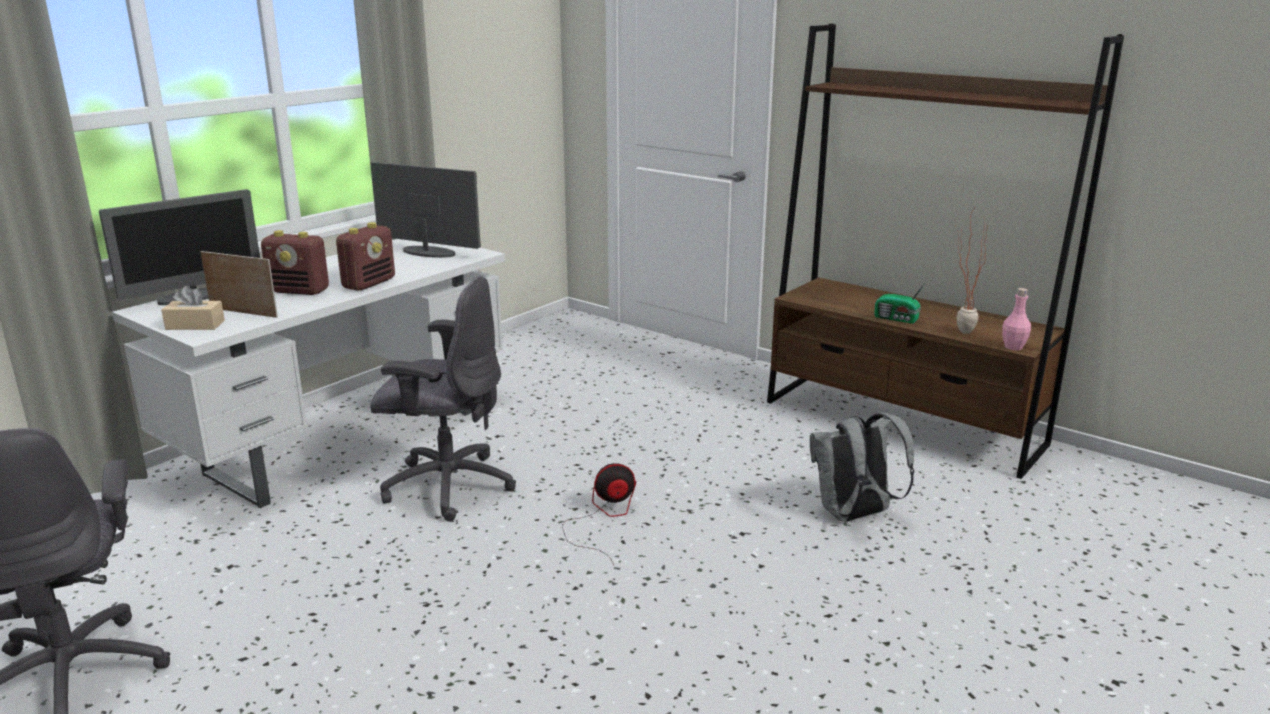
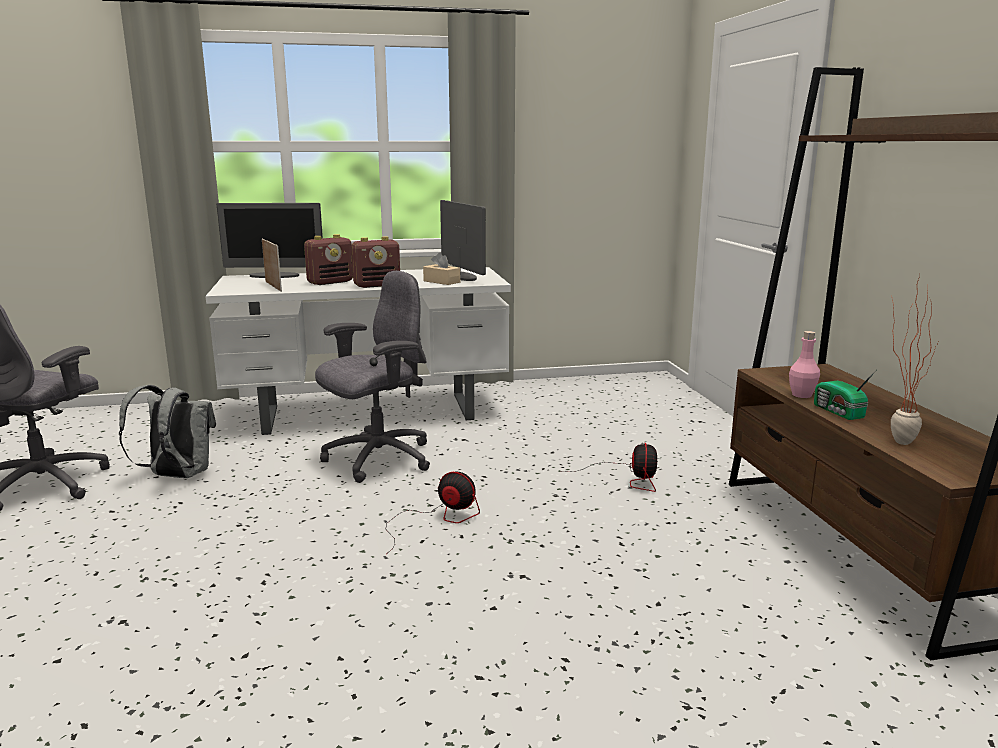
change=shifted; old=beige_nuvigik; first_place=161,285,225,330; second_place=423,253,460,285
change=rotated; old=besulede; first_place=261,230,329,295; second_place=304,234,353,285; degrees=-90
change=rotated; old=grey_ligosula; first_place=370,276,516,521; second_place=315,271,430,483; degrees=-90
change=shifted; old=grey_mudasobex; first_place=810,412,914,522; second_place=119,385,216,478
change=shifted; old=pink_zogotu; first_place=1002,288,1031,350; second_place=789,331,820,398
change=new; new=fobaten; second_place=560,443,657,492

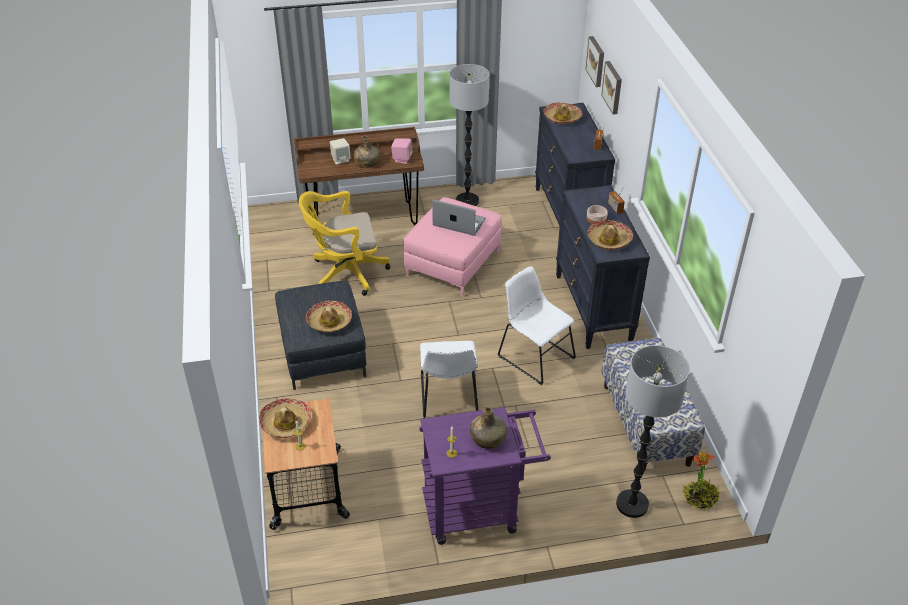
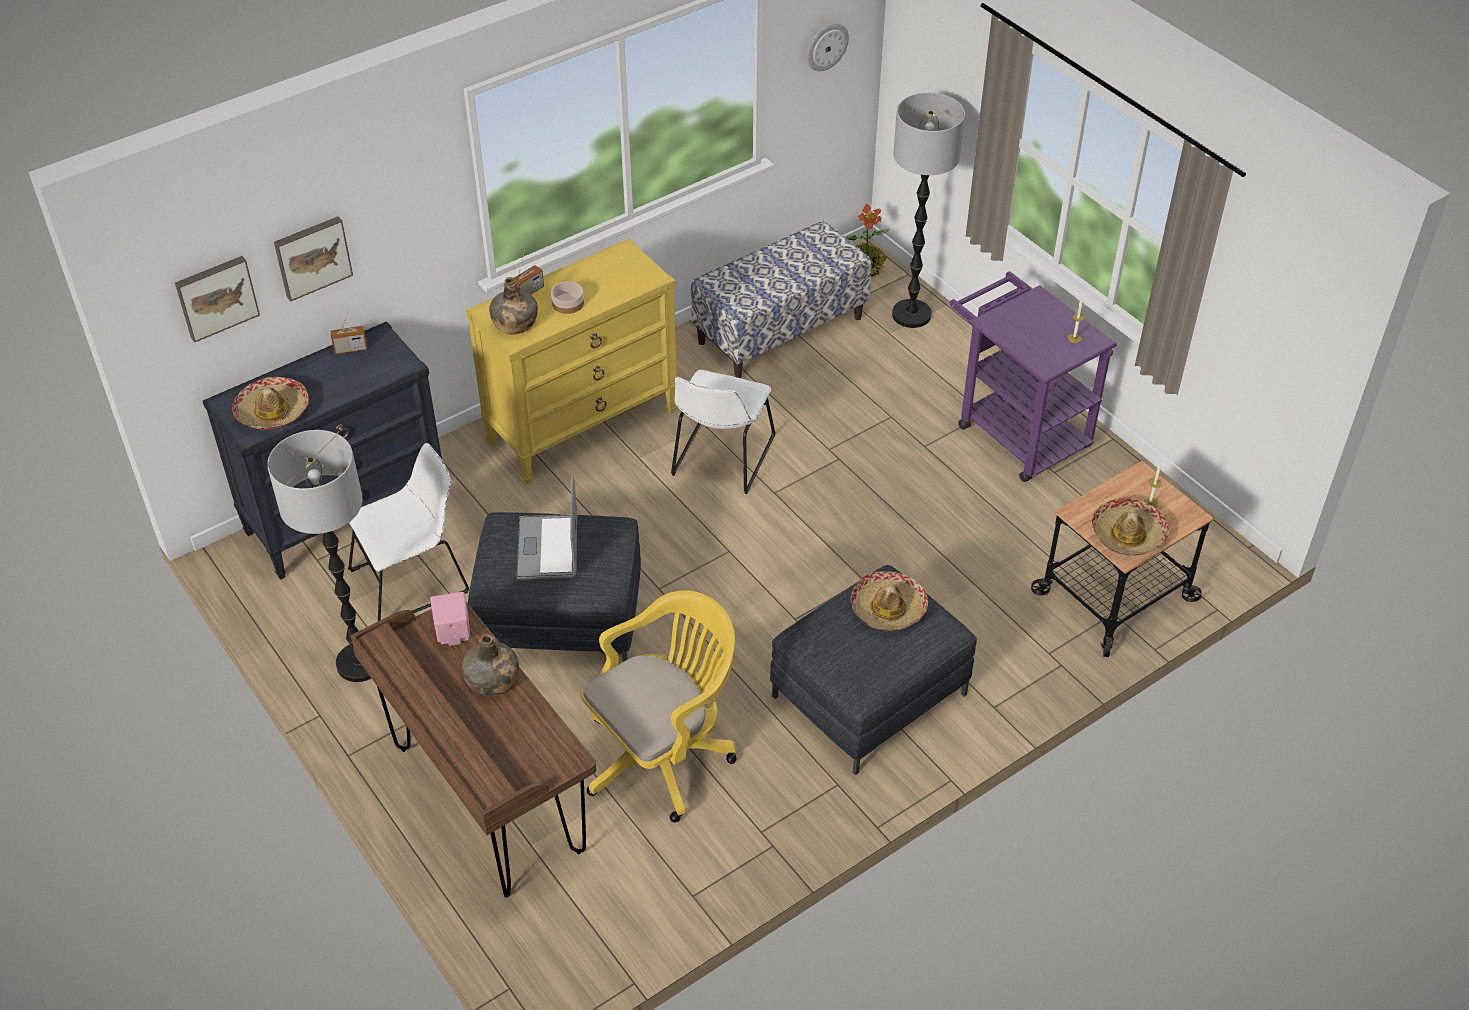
change=rotated; old=yellow_ligosula; first_place=299,191,390,296; second_place=581,590,737,823; degrees=-90
change=gone; old=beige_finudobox; first_place=330,138,351,165
change=repainted; old=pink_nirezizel; new=grey_nirezizel; first_place=403,197,501,297; second_place=468,512,641,662
change=shifted; old=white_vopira; first_place=420,341,479,418; second_place=348,443,469,621
change=shifted; old=green_zogotu; first_place=470,407,507,449; second_place=489,277,538,334
change=repainted; old=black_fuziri; new=yellow_fuziri; first_place=556,185,650,349; second_place=466,238,677,484
change=gone; old=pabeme; first_place=587,220,633,250
change=new; new=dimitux; second_place=807,23,849,71

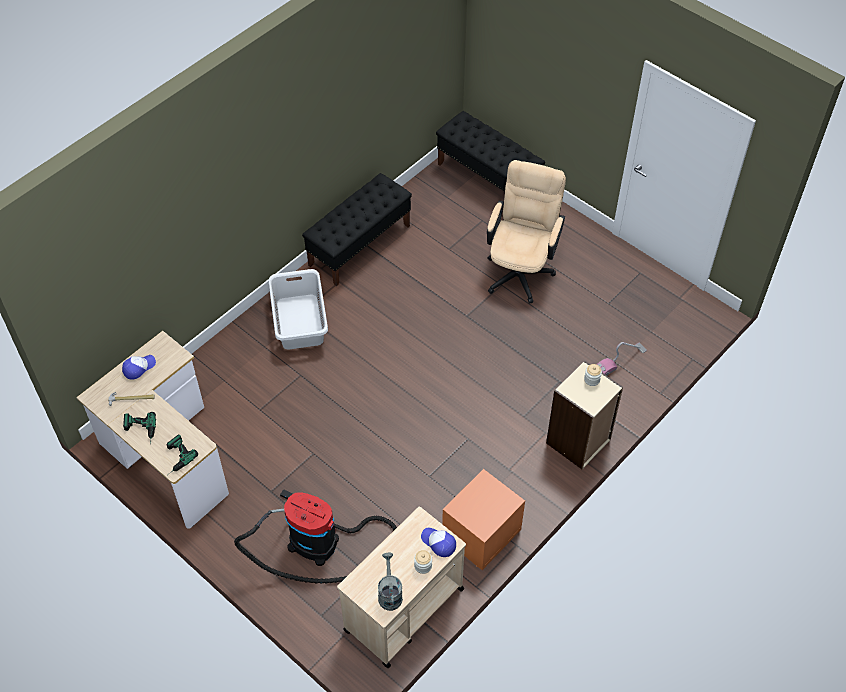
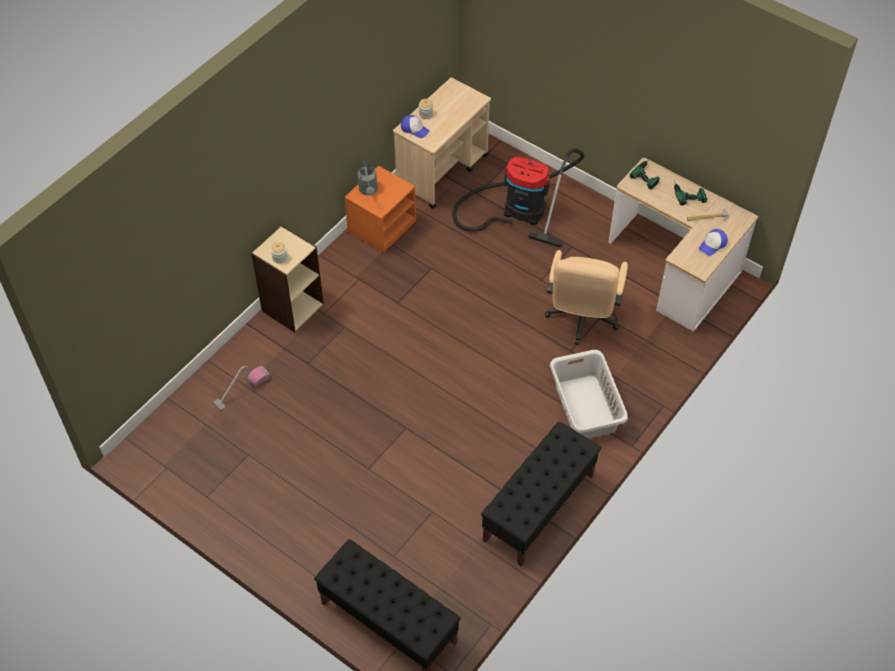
change=shifted; old=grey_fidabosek; first_place=378,553,403,611; second_place=357,161,378,195
change=shifted; old=beige_ligosula; first_place=487,160,566,304; second_place=545,250,628,345

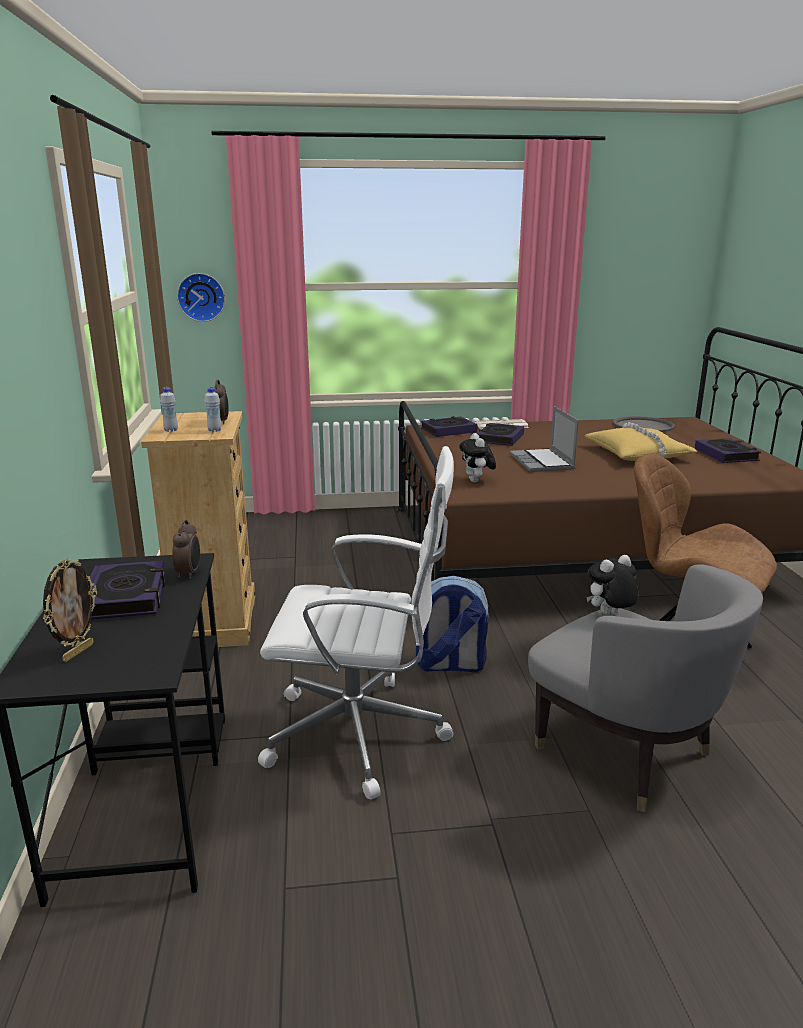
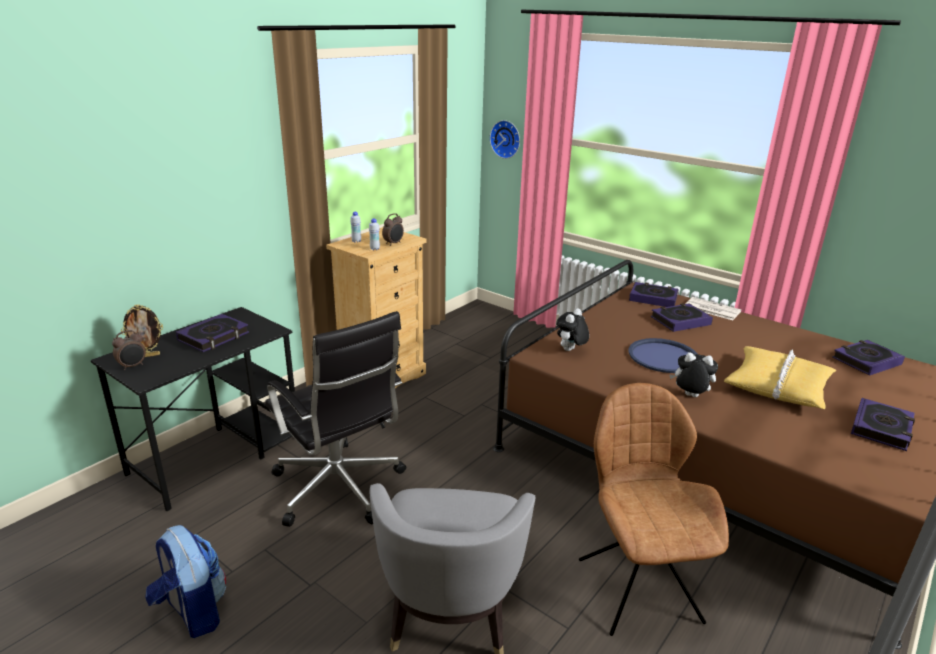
change=shifted; old=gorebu; first_place=172,520,200,579; second_place=112,330,146,370
change=repainted; old=white_ligosula; new=black_ligosula; first_place=258,446,454,799; second_place=265,311,406,527
change=shifted; old=mudasobex; first_place=416,576,489,672; second_place=145,525,226,638
change=swapped; old=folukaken; new=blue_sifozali; first_place=510,406,579,472; second_place=629,338,697,373
change=shifted; old=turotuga; first_place=586,555,639,615; second_place=669,352,718,397
change=swapped; old=grey_sifozali; new=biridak; first_place=613,416,675,432; second_place=832,340,905,376

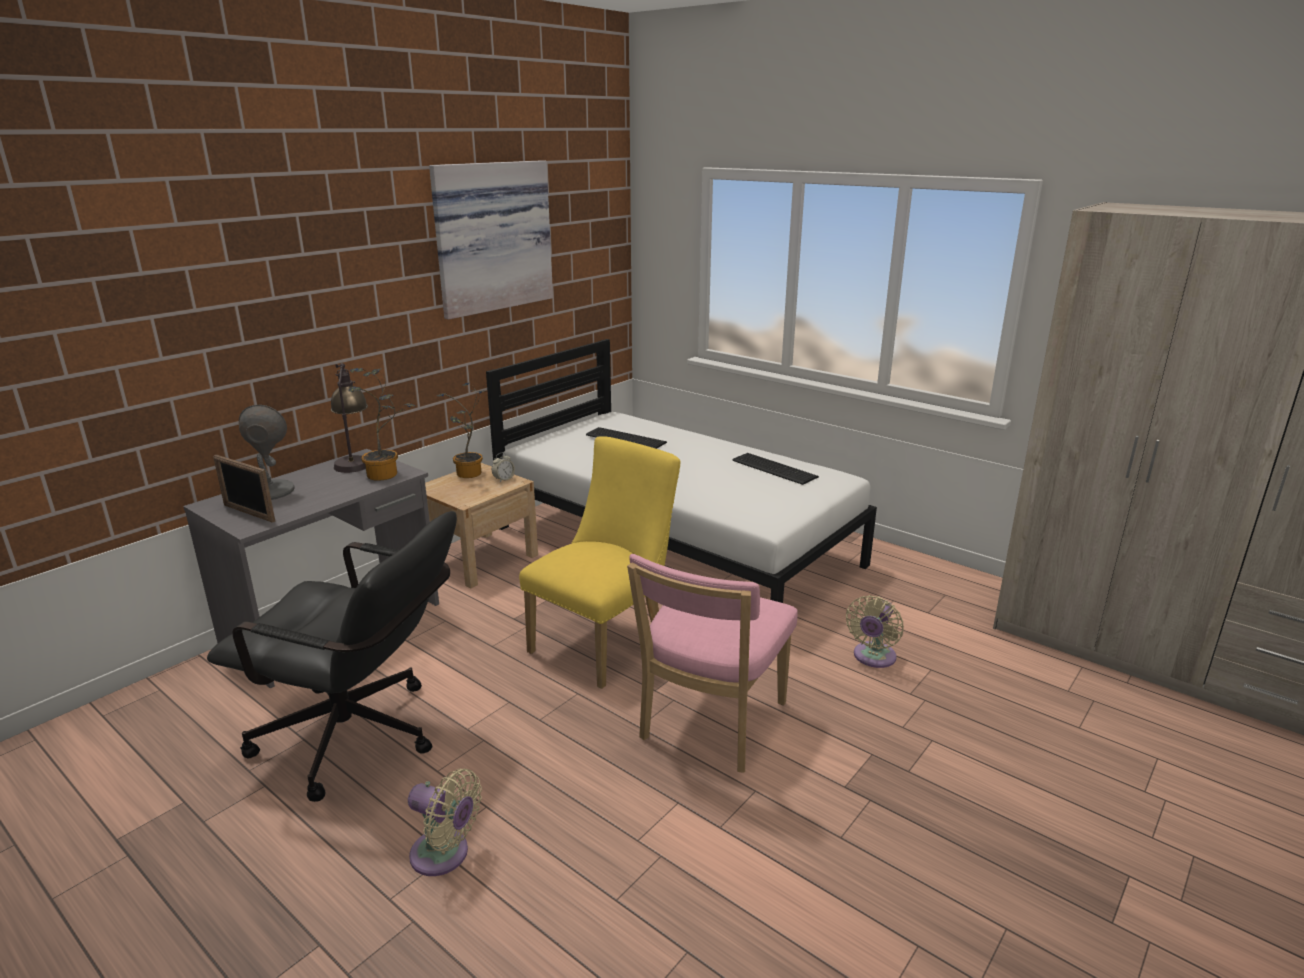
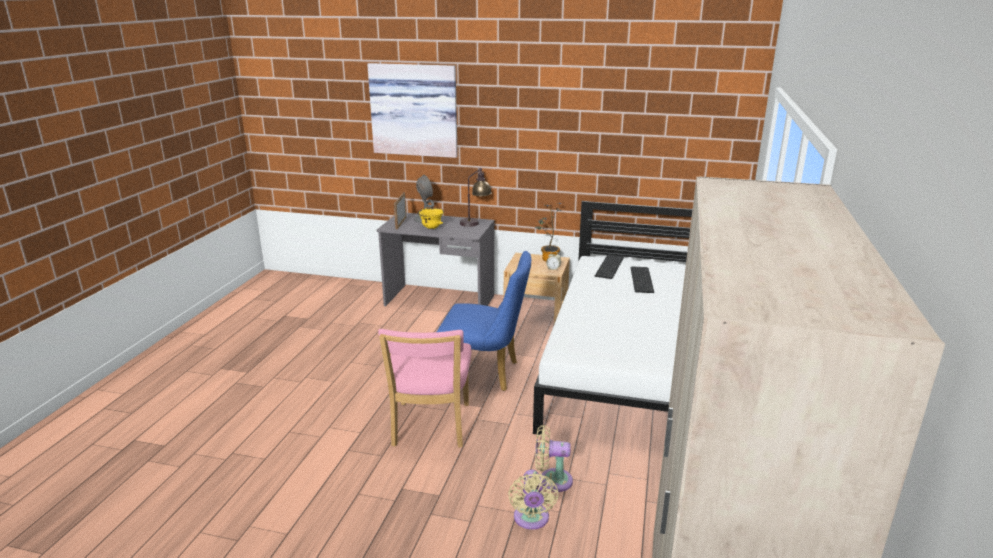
change=gone; old=black_ligosula; first_place=207,511,457,802
change=gone; old=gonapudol; first_place=348,368,415,481
change=shifted; old=beige_fobaten; first_place=408,769,482,876; second_place=508,470,558,530
change=shifted; old=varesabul; first_place=429,160,553,320; second_place=367,63,458,158
change=repainted; old=yellow_vopira; new=blue_vopira; first_place=519,436,680,689; second_place=437,251,532,391
change=rotated; old=pink_vopira; first_place=627,554,798,773; second_place=378,329,471,447; degrees=-90
change=shifted; old=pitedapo; first_place=732,453,819,485; second_place=594,255,624,279
change=new; new=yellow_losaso; second_place=418,208,444,229

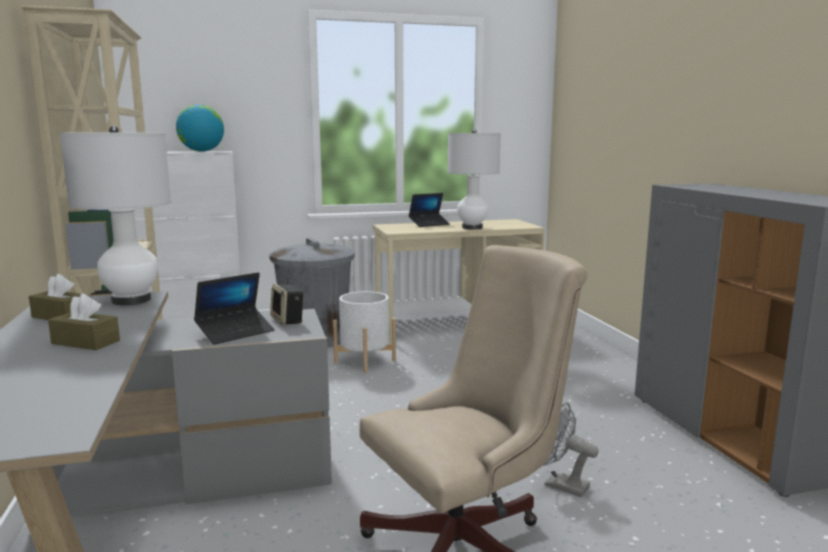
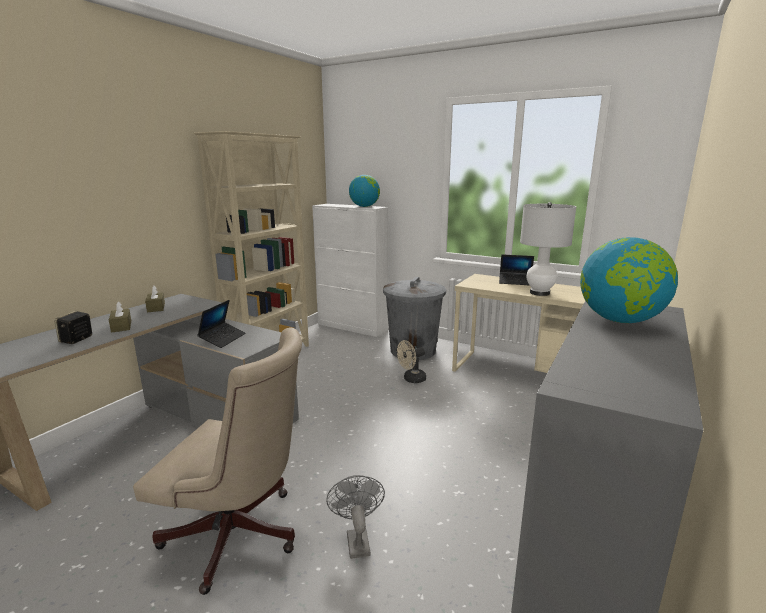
change=gone; old=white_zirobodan; first_place=60,126,171,305
change=rotated; old=folukaken; first_place=194,272,275,345; second_place=197,300,246,348; degrees=-75
change=shifted; old=finudobox; first_place=270,284,304,325; second_place=55,311,92,344
change=swapped; old=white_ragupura; new=beige_fobaten; first_place=333,291,396,373; second_place=397,340,426,383
change=new; new=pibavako; second_place=580,237,678,323

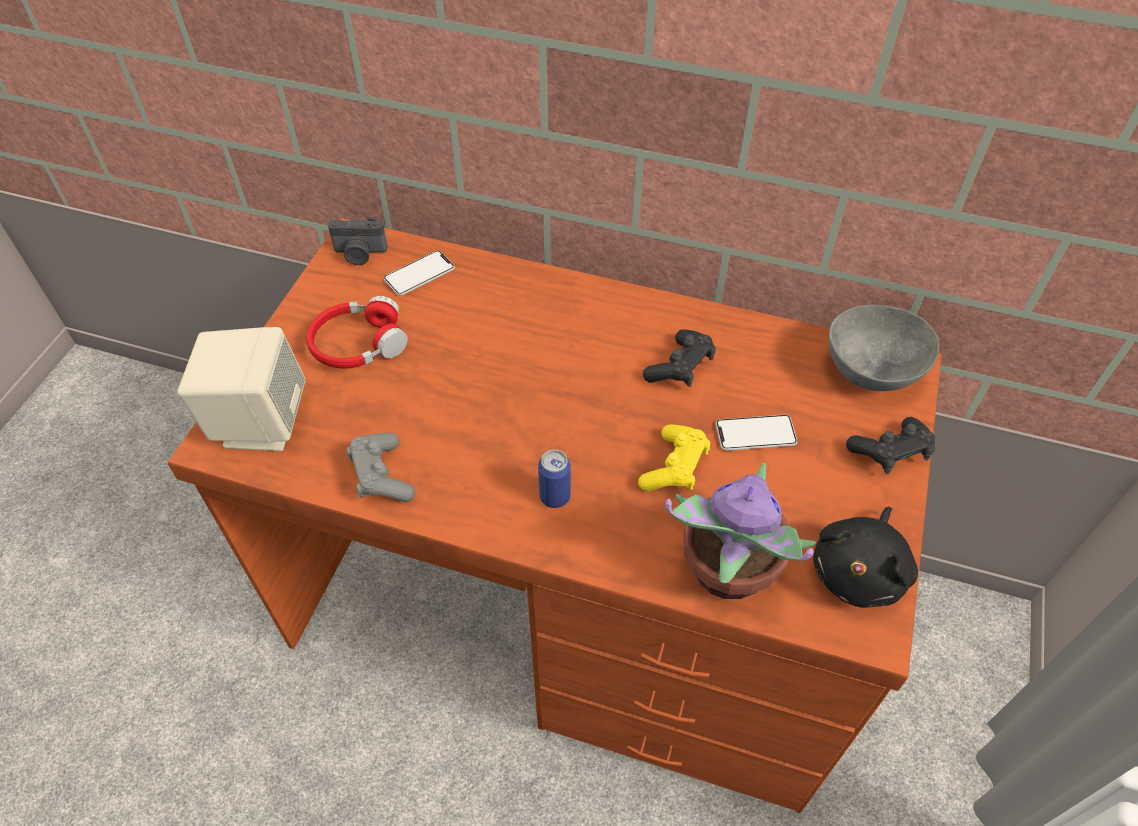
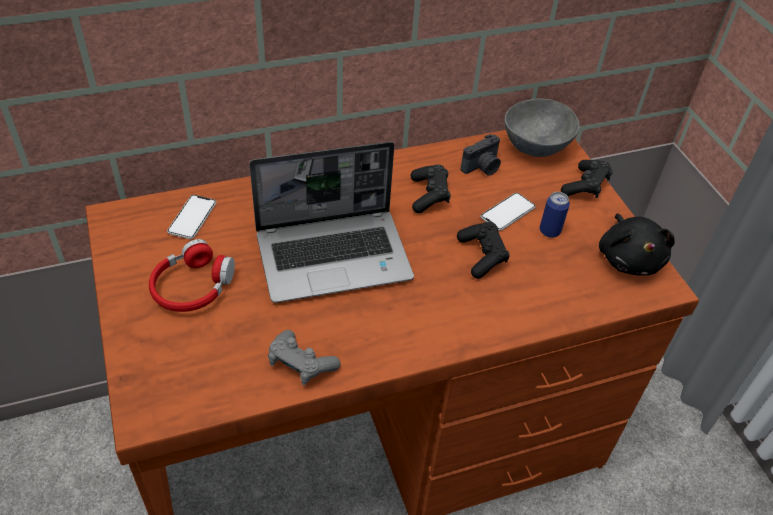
change=gone; old=beige_finudobox; first_place=177,327,305,451
change=shifted; old=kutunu; first_place=328,217,388,265; second_place=460,134,501,176
change=shifted; old=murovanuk; first_place=538,450,571,508; second_place=540,192,570,238
change=repainted; old=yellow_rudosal; new=black_rudosal; first_place=638,424,710,491; second_place=457,222,510,279
change=gone; old=gonapudol; first_place=665,463,816,599
change=new; new=folukaken; second_place=249,142,414,303

